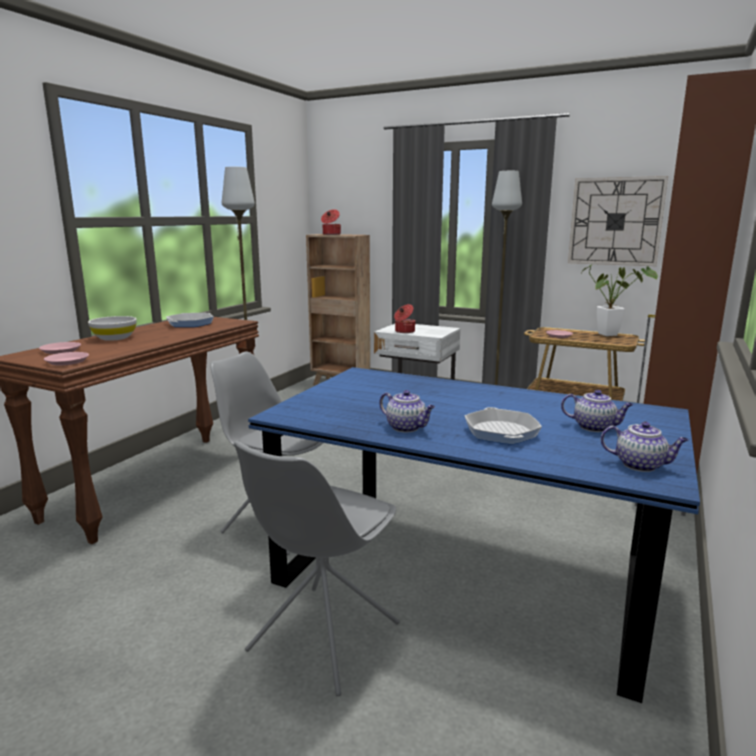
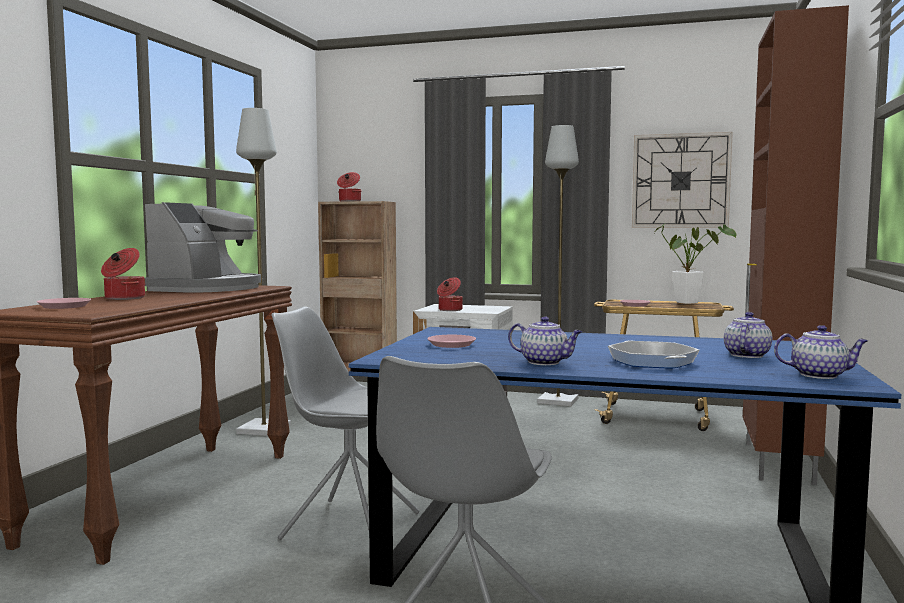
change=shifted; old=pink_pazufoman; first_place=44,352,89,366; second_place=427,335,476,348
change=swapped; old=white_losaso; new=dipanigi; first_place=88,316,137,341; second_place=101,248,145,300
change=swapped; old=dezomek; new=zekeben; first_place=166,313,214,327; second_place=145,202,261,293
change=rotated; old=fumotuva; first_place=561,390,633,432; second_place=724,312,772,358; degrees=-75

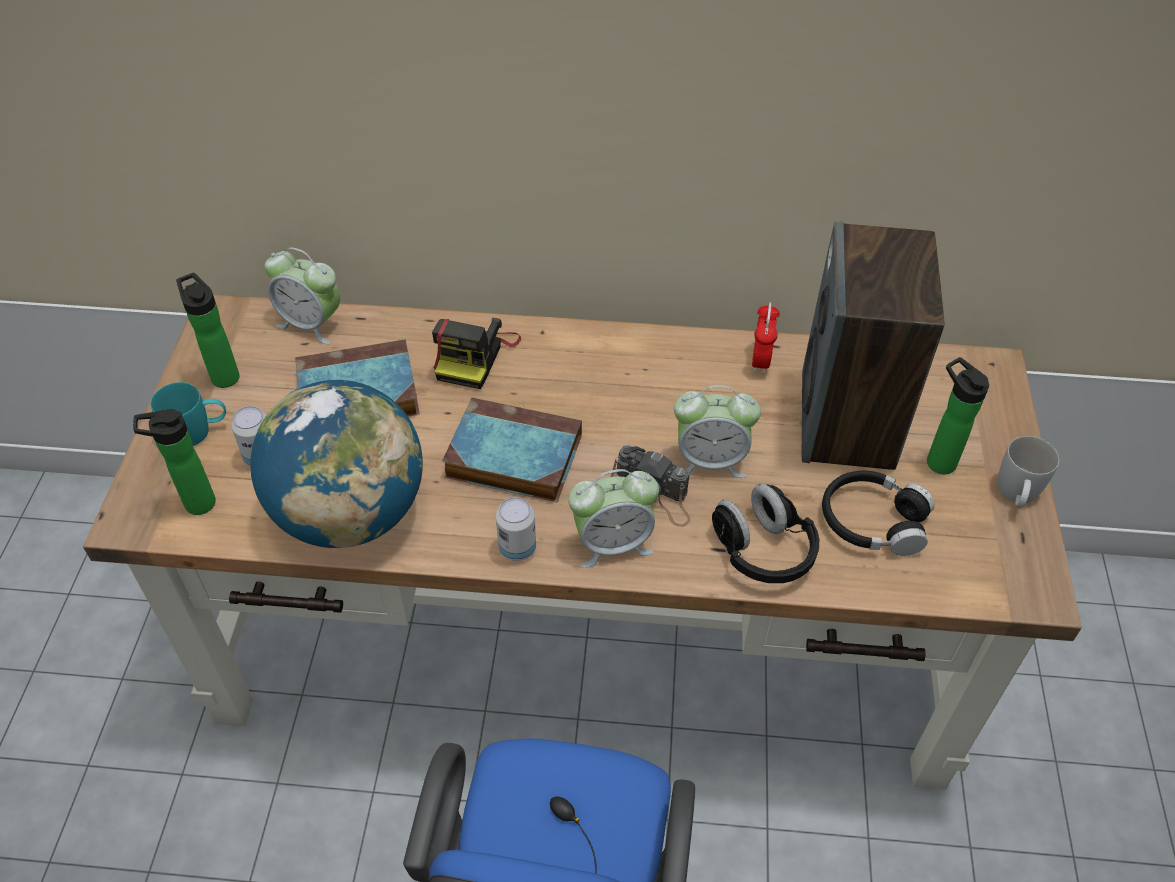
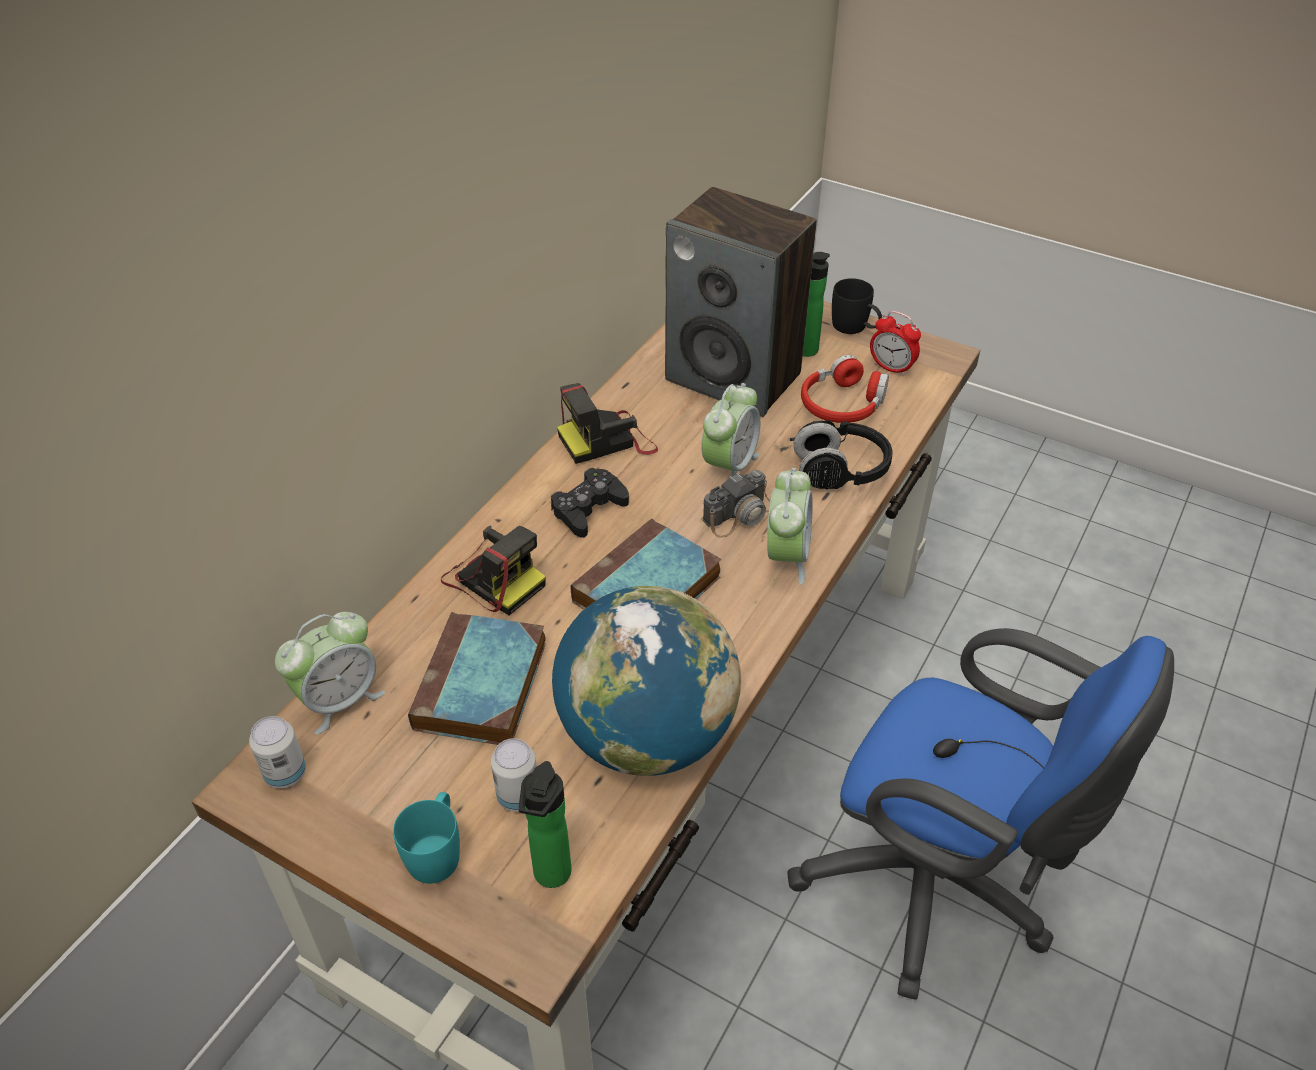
change=gone; old=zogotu; first_place=176,273,240,388
change=shifted; old=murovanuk; first_place=496,497,536,561; second_place=249,716,306,788
change=shifted; old=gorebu; first_place=752,302,780,374; second_place=870,311,921,376
change=repainted; old=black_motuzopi; new=red_motuzopi; first_place=822,471,935,556; second_place=801,355,889,423
change=repainted; old=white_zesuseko; new=black_zesuseko; first_place=997,436,1059,508; second_place=832,278,882,334
change=new; new=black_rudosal; second_place=551,468,629,538
change=new; new=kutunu; second_place=557,383,658,464

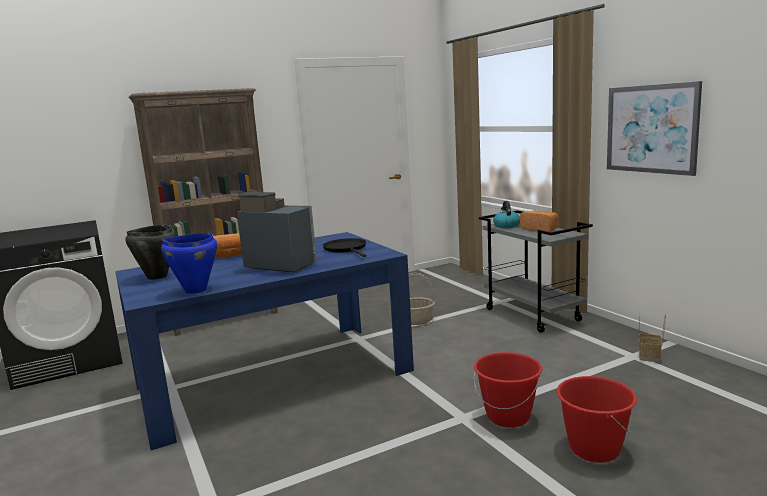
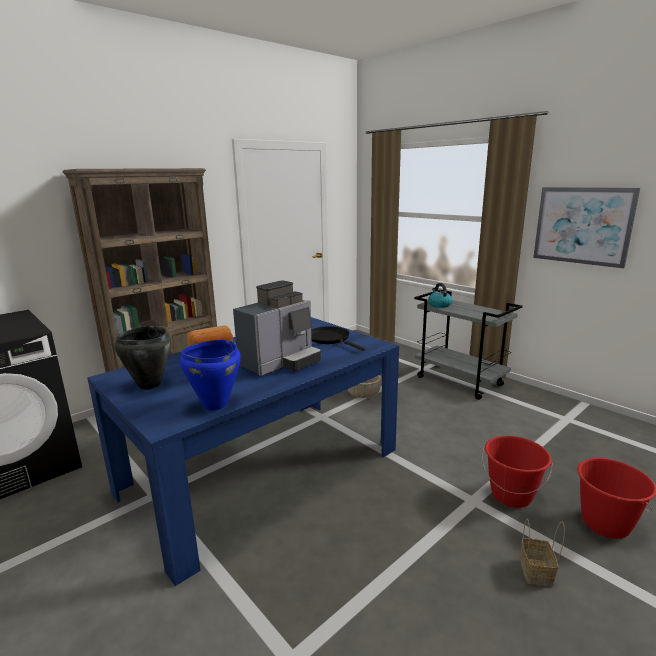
change=rotated; old=zekeben; first_place=237,192,317,273; second_place=233,280,321,376; degrees=120
change=gone; old=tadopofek; first_place=520,211,558,232
change=shifted; old=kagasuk; first_place=639,312,666,362; second_place=520,518,565,586

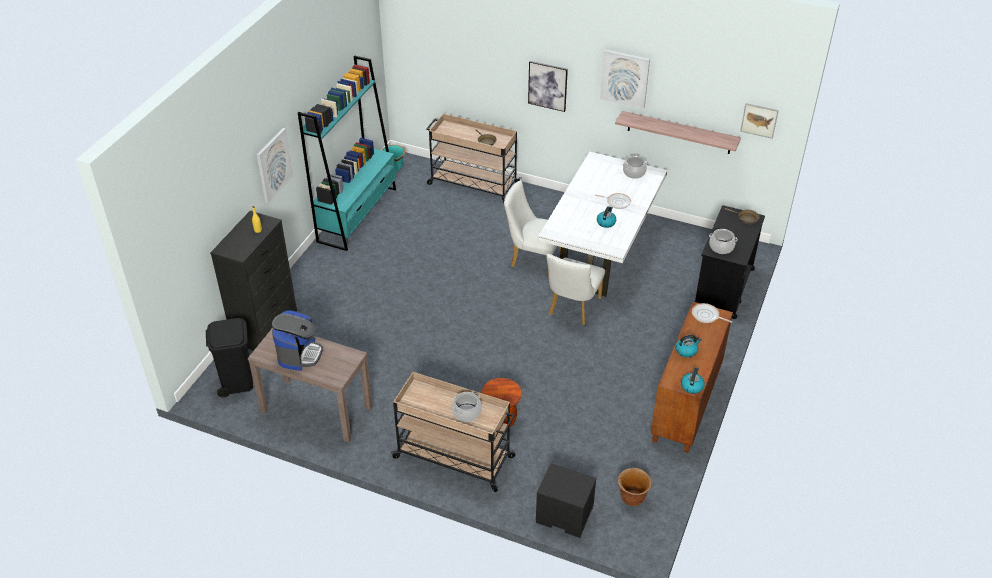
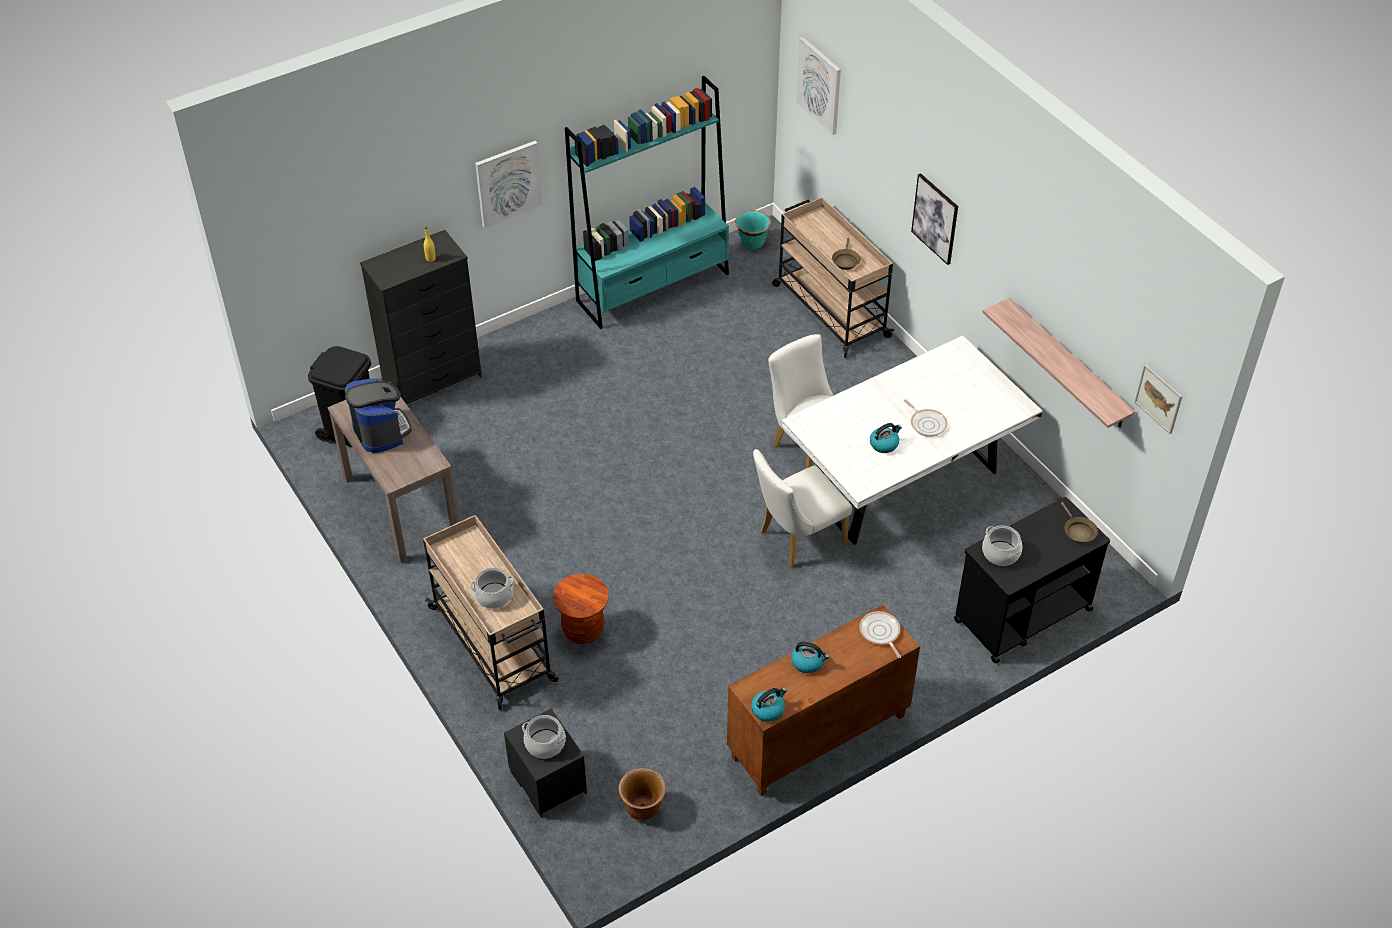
change=rotated; old=zekeben; first_place=272,310,323,371; second_place=345,378,412,453; degrees=-75
change=shifted; old=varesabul; first_place=600,50,650,109; second_place=796,37,841,135
change=shifted; old=dipanigi; first_place=623,156,648,179; second_place=522,715,566,759

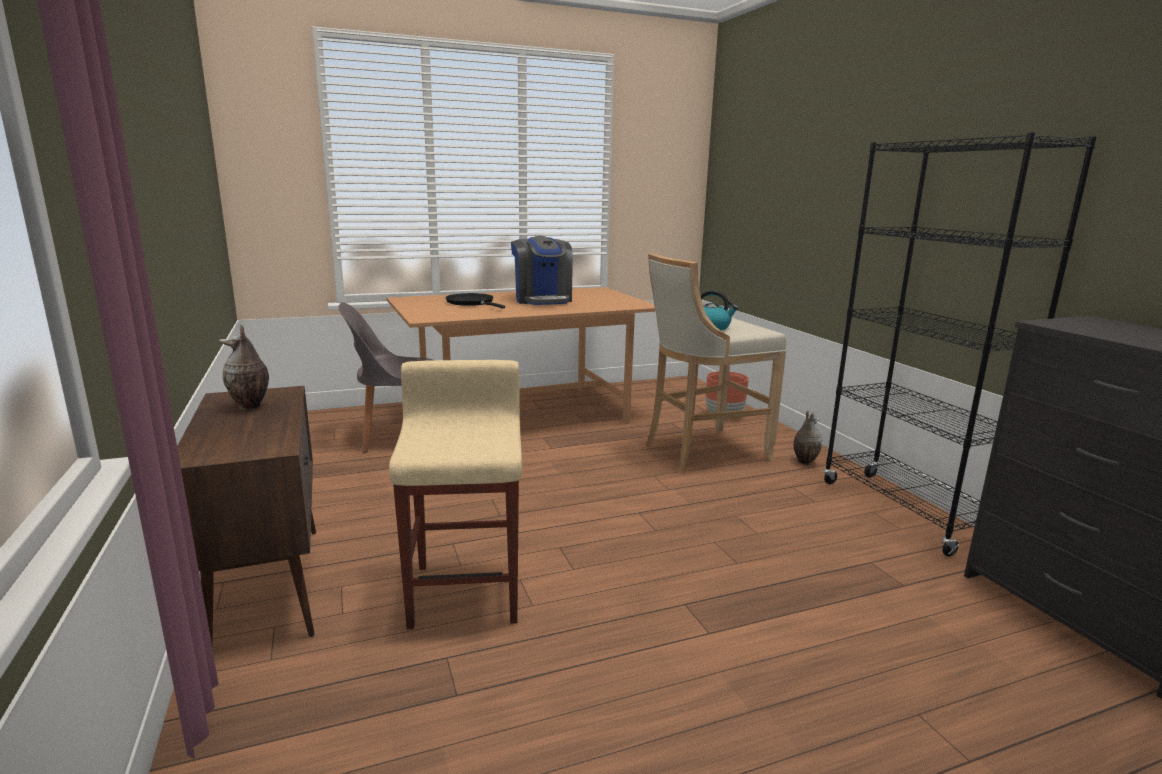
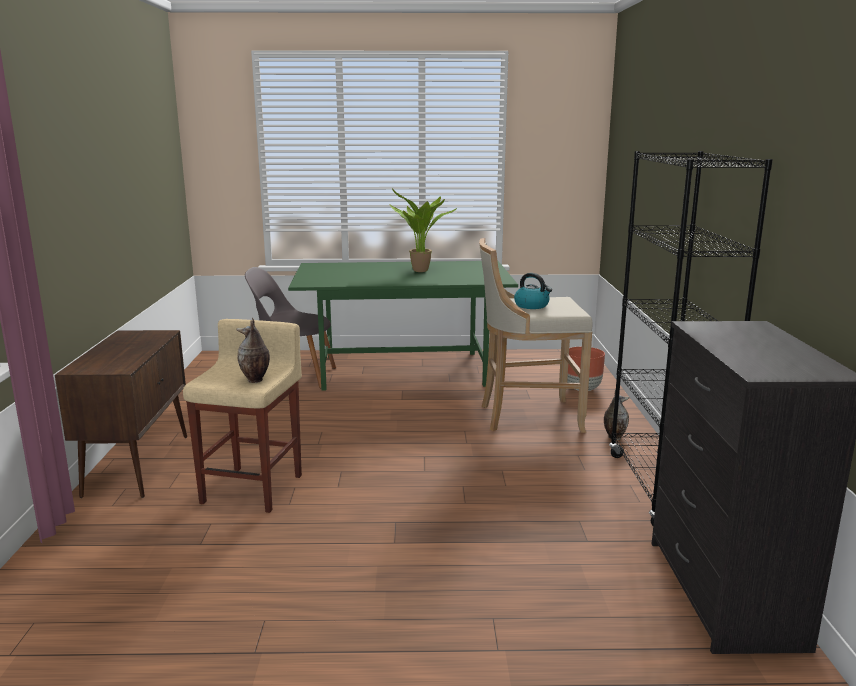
change=shifted; old=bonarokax; first_place=219,325,269,410; second_place=236,318,270,383
change=repainted; old=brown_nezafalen; new=green_nezafalen; first_place=387,287,656,424; second_place=288,261,518,391
change=gone; old=black_dezomek; first_place=445,293,505,308
change=swapped; old=zekeben; new=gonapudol; first_place=511,236,573,305; second_place=389,188,457,272

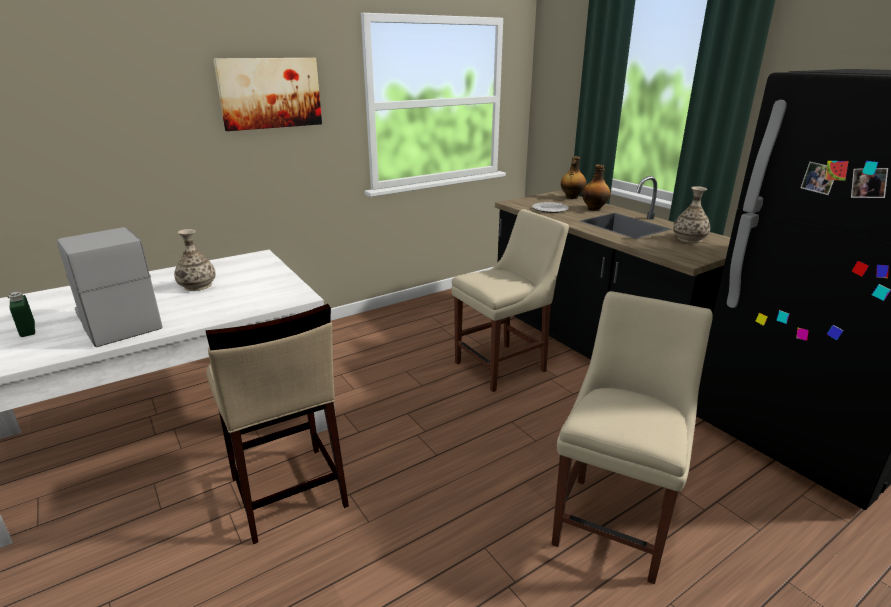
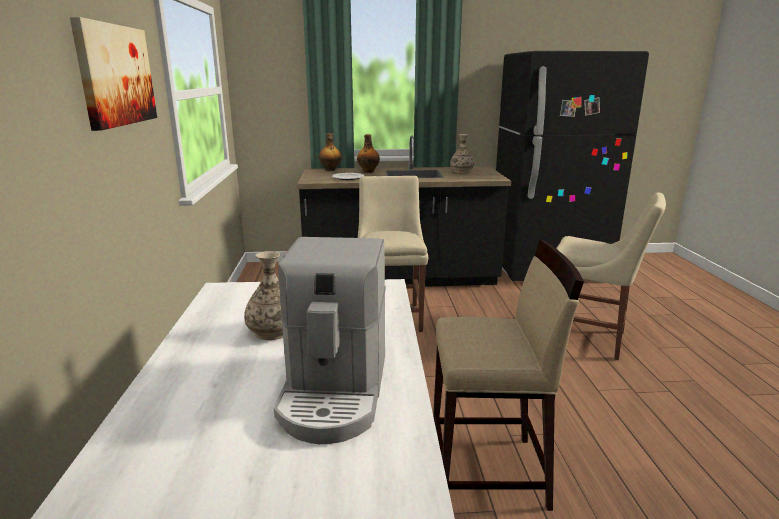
change=gone; old=green_zogotu; first_place=7,292,35,337
change=rotated; old=zekeben; first_place=57,227,163,347; second_place=274,237,386,444; degrees=-75
change=rotated; old=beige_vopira; first_place=552,291,713,584; second_place=556,192,666,360; degrees=150

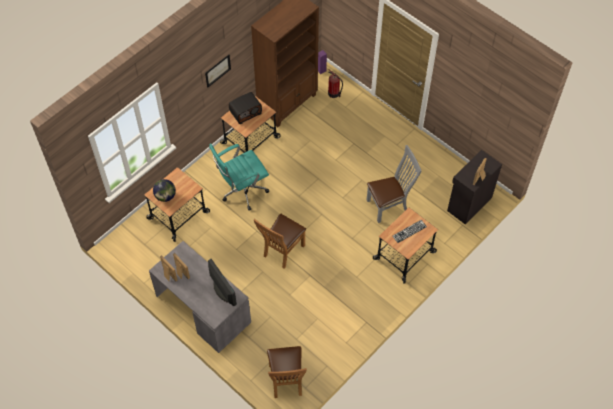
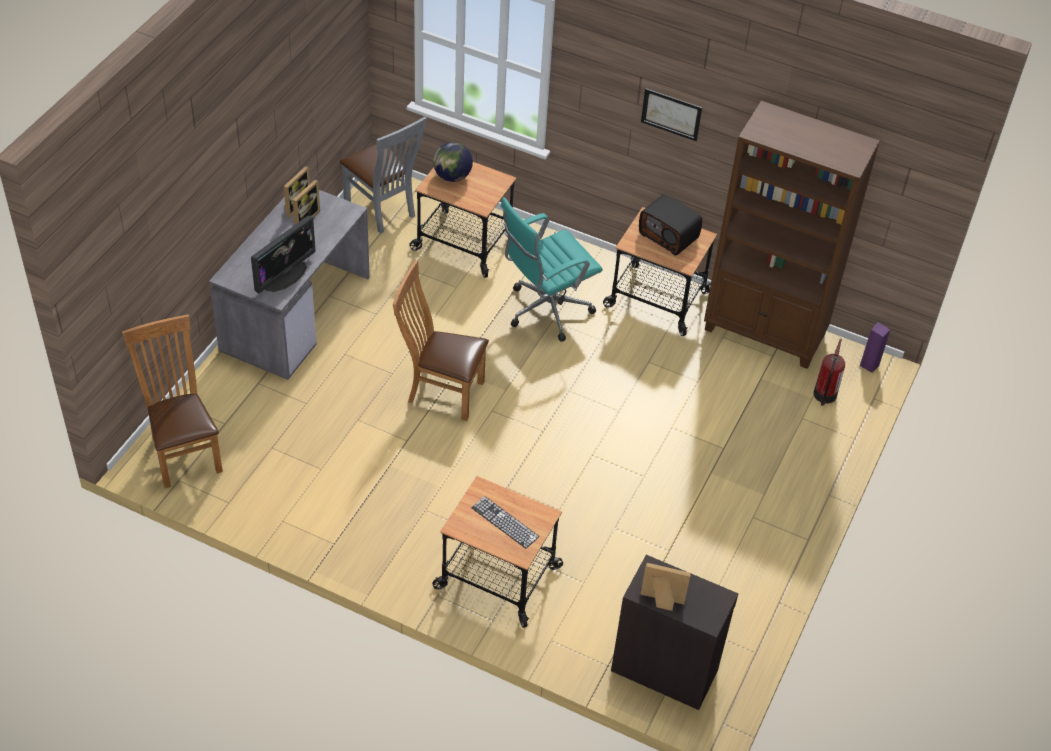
change=rotated; old=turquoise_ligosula; first_place=209,143,269,211; second_place=501,197,603,342; degrees=-75
change=rotated; old=brown_vopira; first_place=267,346,307,398; second_place=122,314,223,489; degrees=90
change=shifted; old=grey_vopira; first_place=367,145,422,223; second_place=340,117,427,234

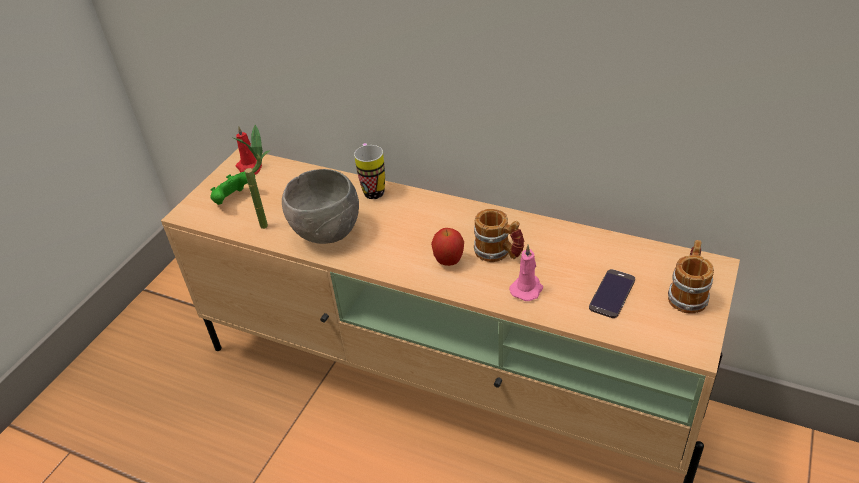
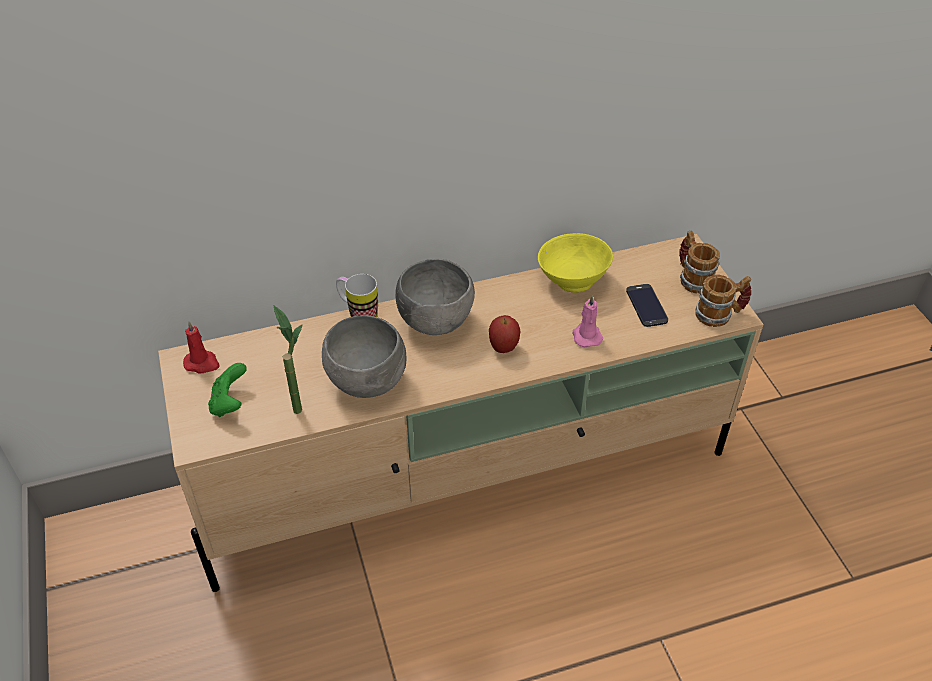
change=shifted; old=zesuseko; first_place=474,209,524,262; second_place=695,275,751,327
change=new; new=grey_losaso; second_place=395,258,475,335
change=new; new=yellow_losaso; second_place=538,233,613,293

